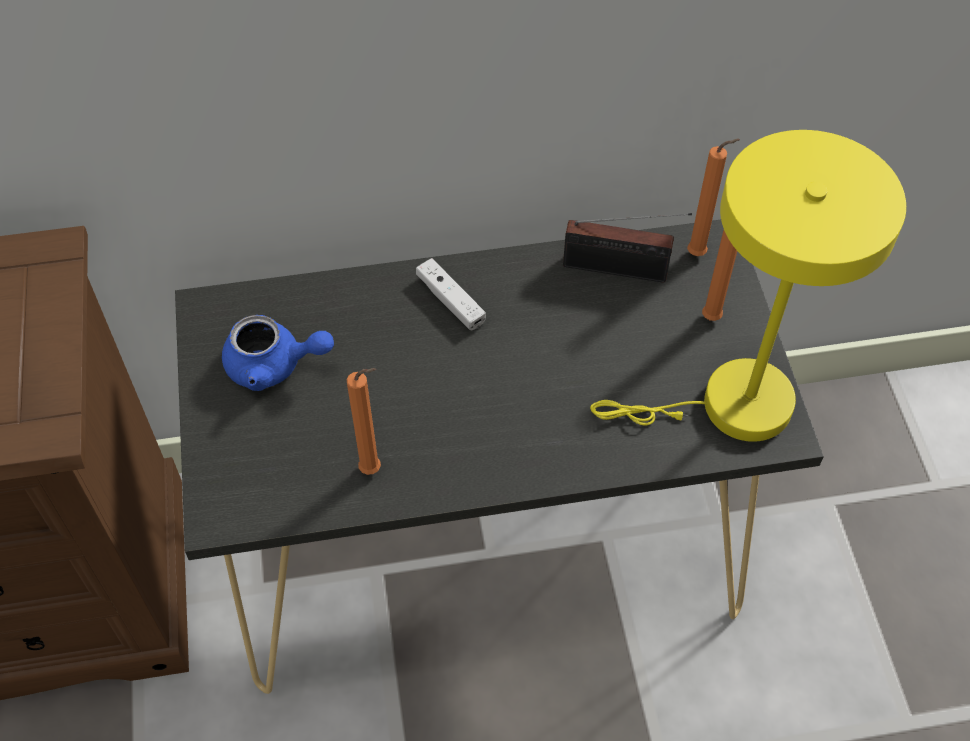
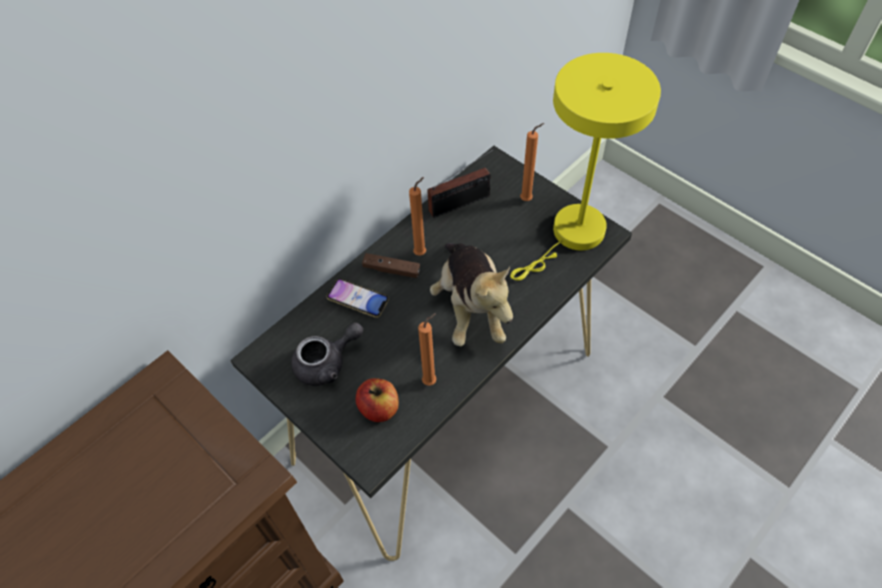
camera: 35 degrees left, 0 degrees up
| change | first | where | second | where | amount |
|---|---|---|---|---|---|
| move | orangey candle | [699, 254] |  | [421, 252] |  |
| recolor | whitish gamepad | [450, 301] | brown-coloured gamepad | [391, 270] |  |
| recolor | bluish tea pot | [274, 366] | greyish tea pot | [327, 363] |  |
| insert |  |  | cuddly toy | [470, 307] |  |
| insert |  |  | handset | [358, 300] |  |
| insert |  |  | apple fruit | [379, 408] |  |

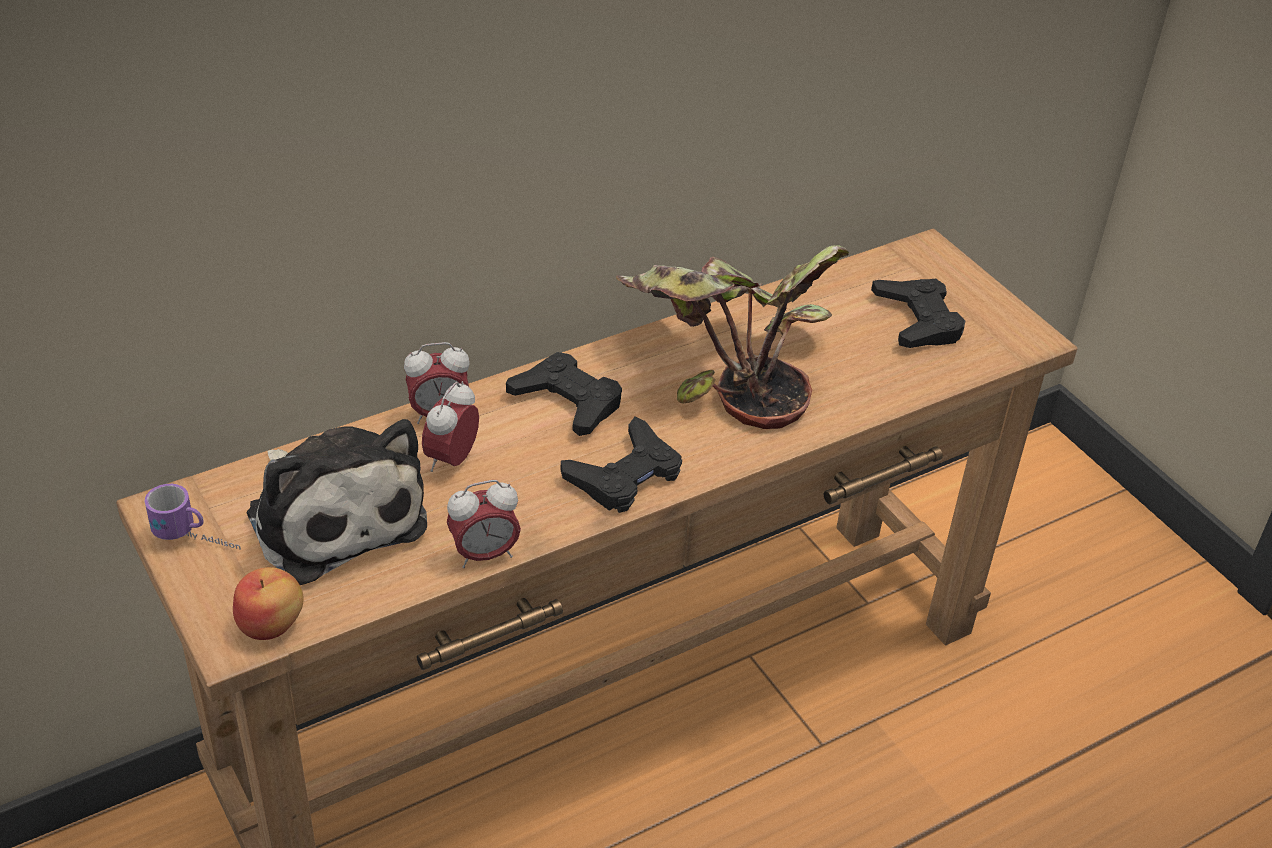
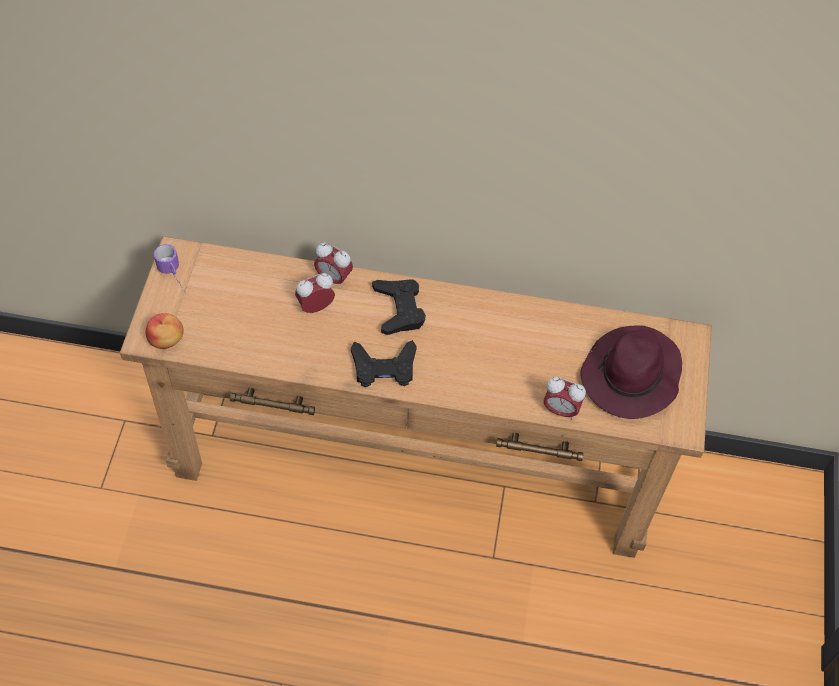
camera: 40 degrees right, 15 degrees up
| change | first | where | second | where | amount |
|---|---|---|---|---|---|
| delete | potted plant | [722, 367] |  |  |  |
| replace | black gamepad | [918, 320] | purple hat | [630, 377] |  |
| delete | cuddly toy | [333, 515] |  |  |  |
| move | bedside clock | [484, 554] |  | [560, 410] |  |

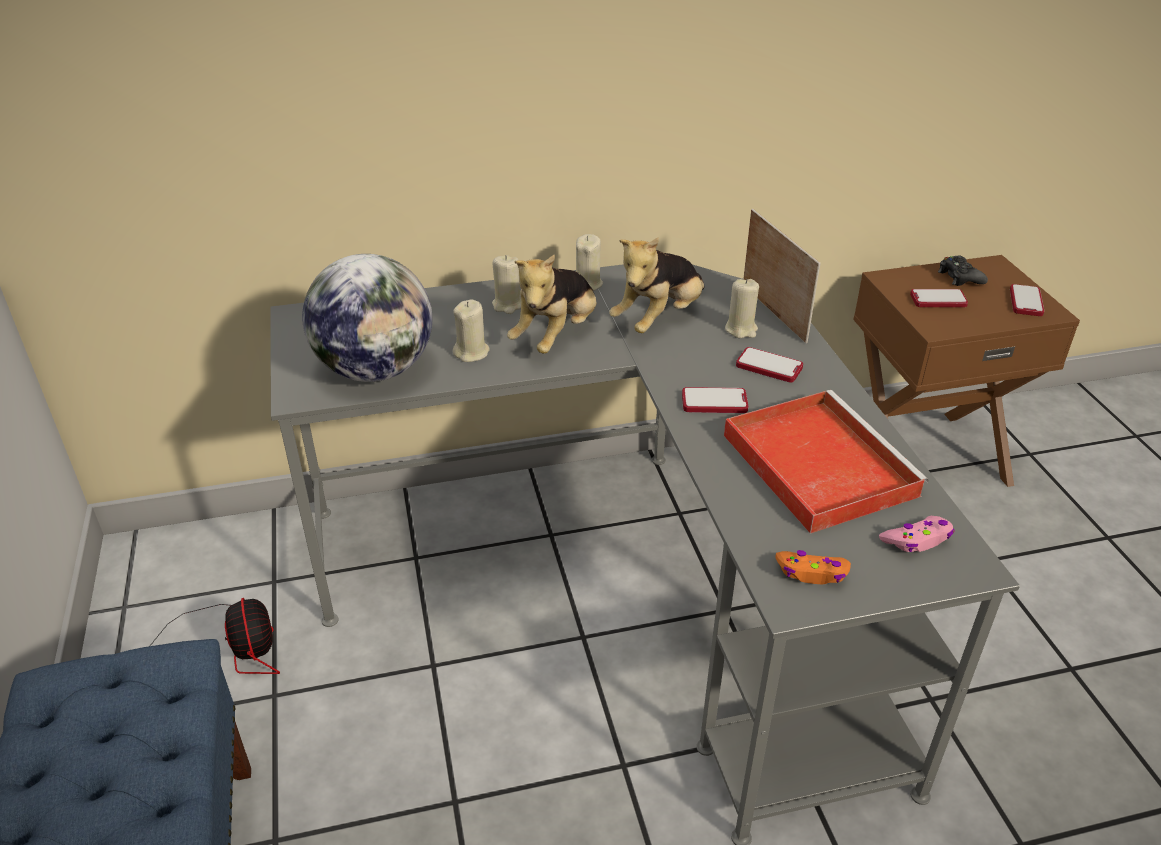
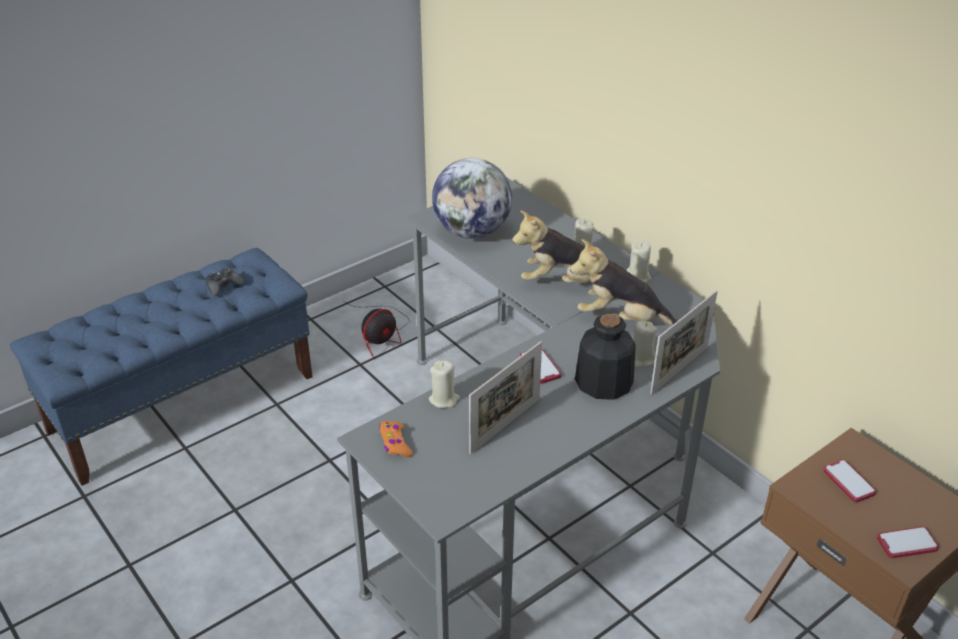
camera: 65 degrees right, 0 degrees up
| change | first | where | second | where | amount |
|---|---|---|---|---|---|
| move | black gamepad | [959, 277] |  | [223, 286] |  |
| move | sand-coloured candle | [472, 353] |  | [444, 399] |  |
| replace | handset | [769, 366] | bottle | [603, 382] |  |
| replace | red carrying tray | [815, 463] | photo frame | [505, 425] |  |
| delete | pink gamepad | [917, 540] |  |  |  |

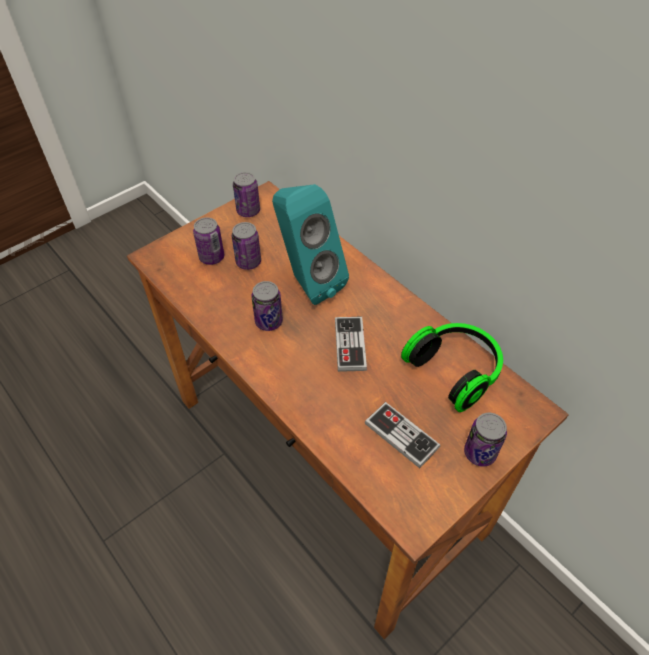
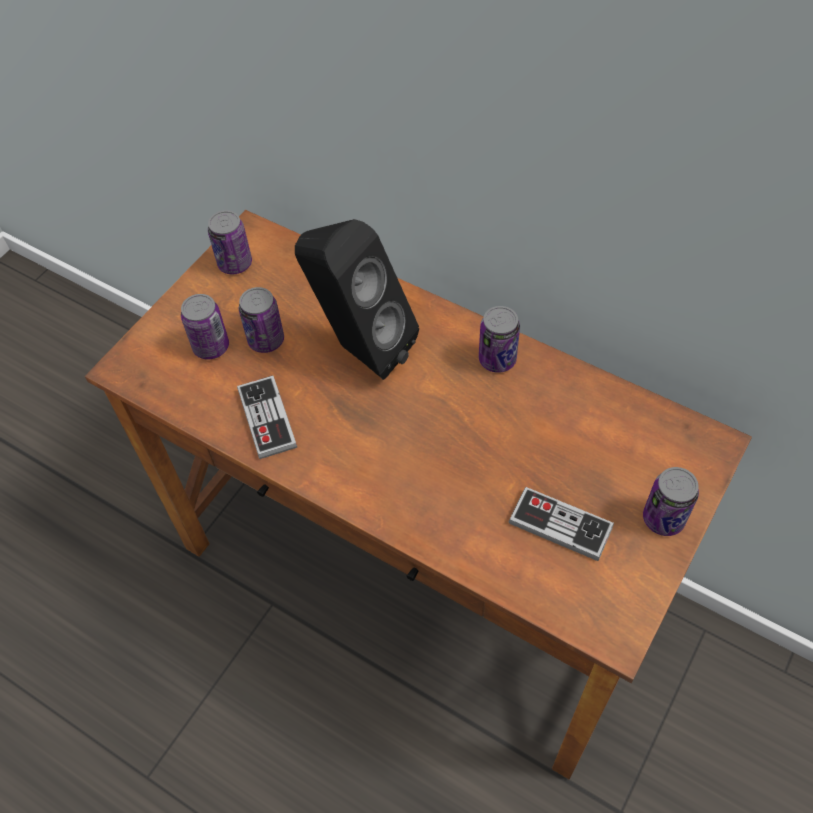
camera: 15 degrees left, 5 degrees up
| change | first | where | second | where | amount |
|---|---|---|---|---|---|
| recolor | blue-green speaker | [307, 282] | black speaker | [359, 348] |  |
| move | can | [269, 321] |  | [497, 359] |  |
| move | gamepad | [350, 345] |  | [267, 418] |  |
| delete | headphones | [456, 370] |  |  |  |

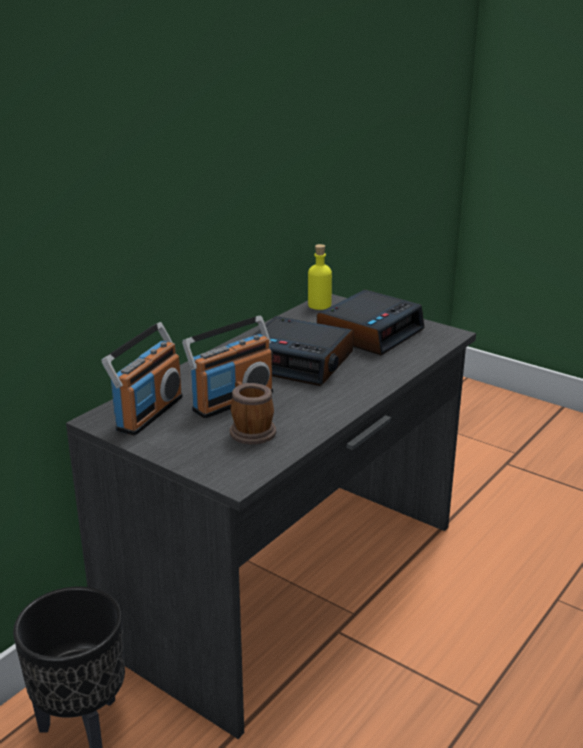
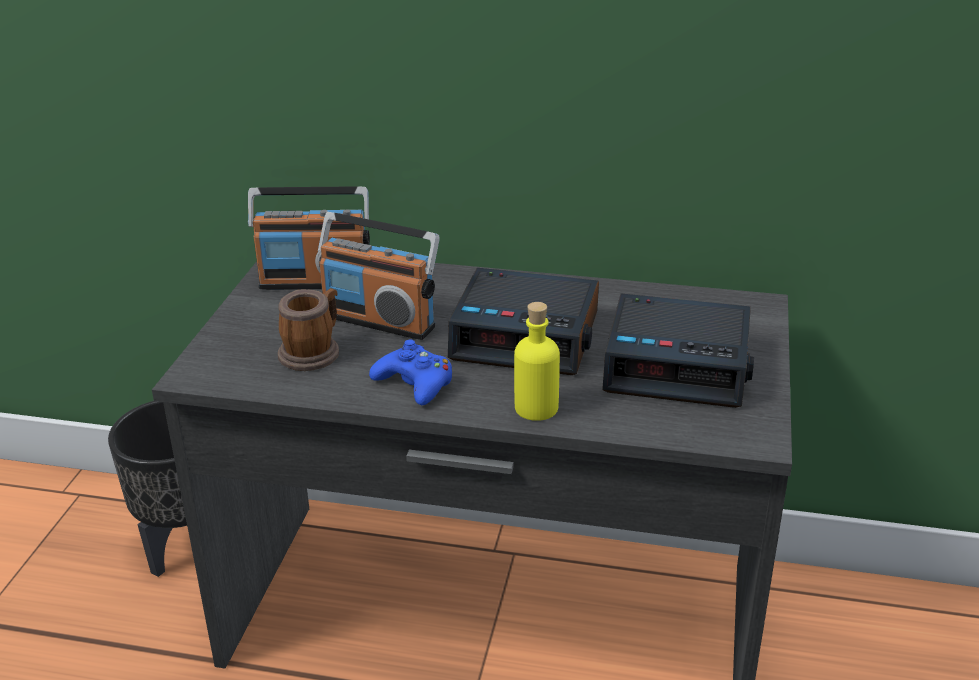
camera: 65 degrees right, 5 degrees up
| change | first | where | second | where | amount |
|---|---|---|---|---|---|
| move | yellow bottle | [319, 305] |  | [536, 408] |  |
| rotate | bedside clock | [300, 361] |  | [527, 336] | 75 degrees counterclockwise |
| insert |  |  | bluish gamepad | [415, 383] |  |

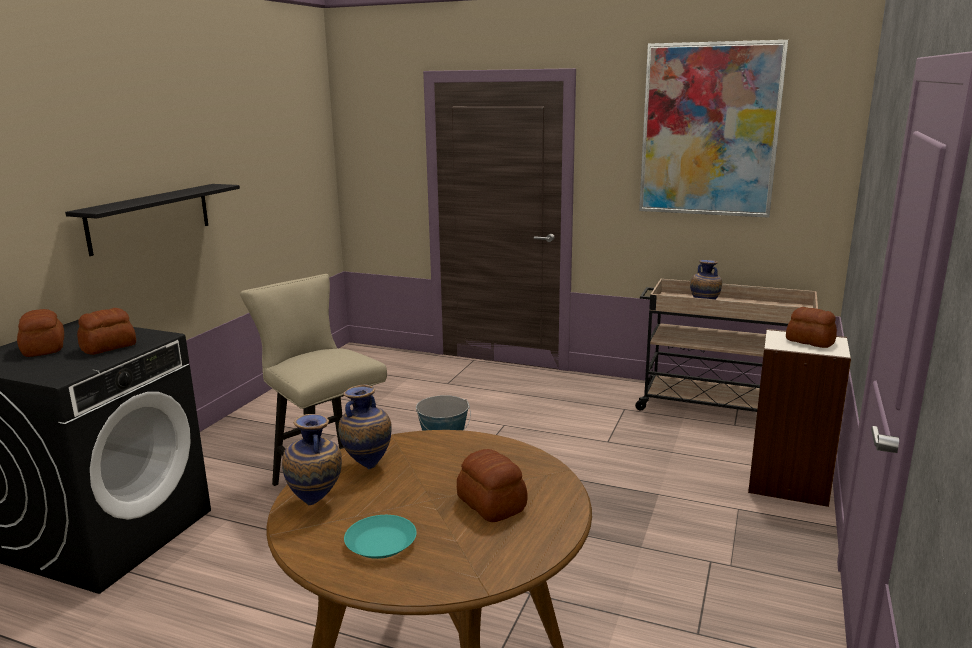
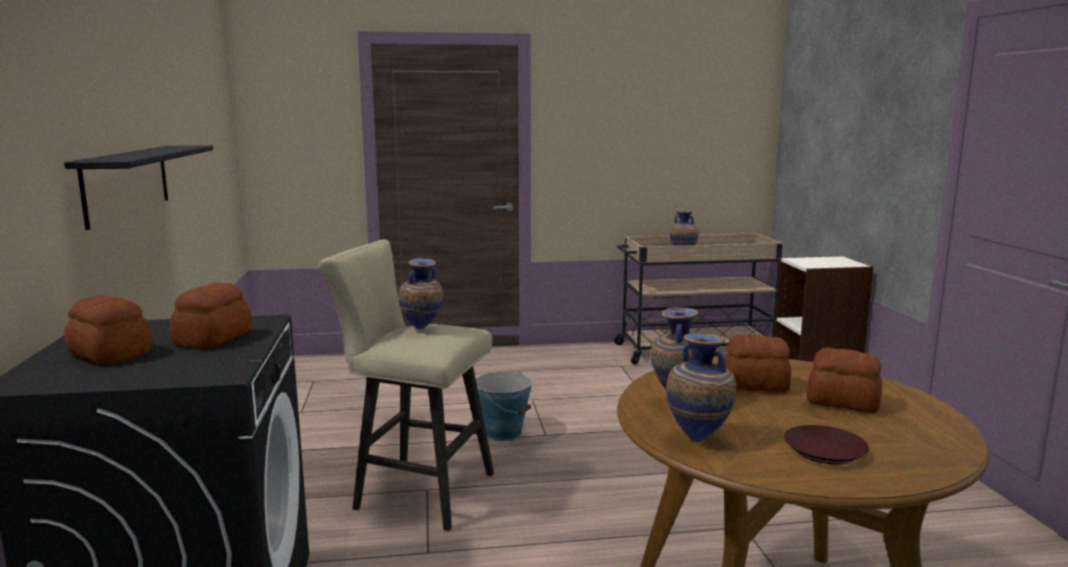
camera: 30 degrees left, 5 degrees down
| change | first | where | second | where | amount |
|---|---|---|---|---|---|
| delete | wall art | [709, 130] |  |  |  |
| move | baked bread | [809, 341] |  | [754, 385] |  |
| recolor | blue-green plate | [381, 543] | brown-coloured plate | [825, 451] |  |
| insert |  |  | vase | [422, 330] |  |

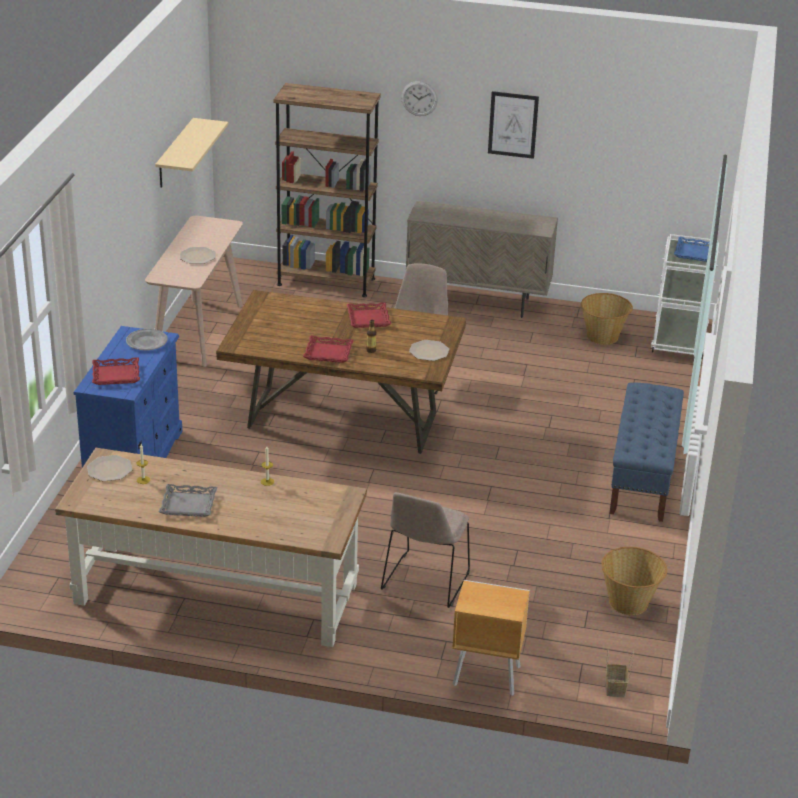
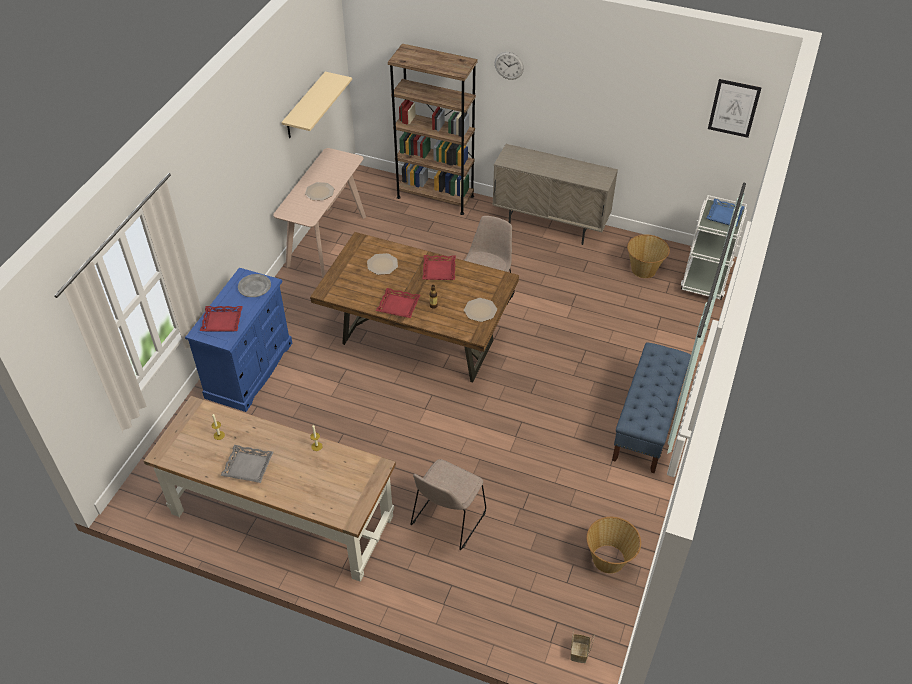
camera: 10 degrees right, 15 degrees up
| change | first | where | second | where | amount |
|---|---|---|---|---|---|
| move | wall art | [513, 124] |  | [734, 108] |  |
| move | plate | [109, 469] |  | [382, 265] |  |
| delete | brown-coloured nightstand | [485, 675] |  |  |  |

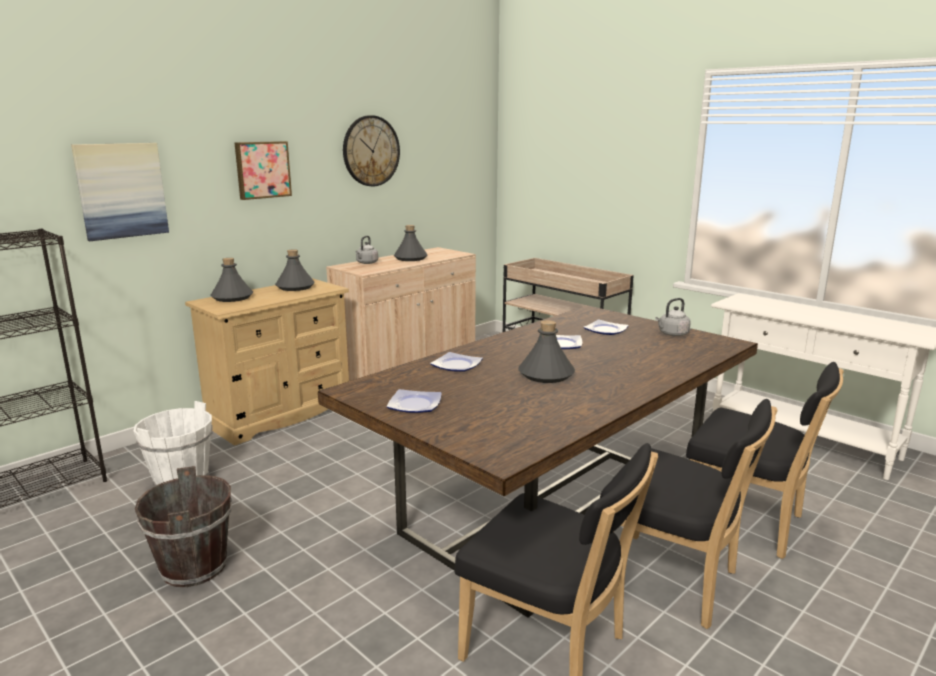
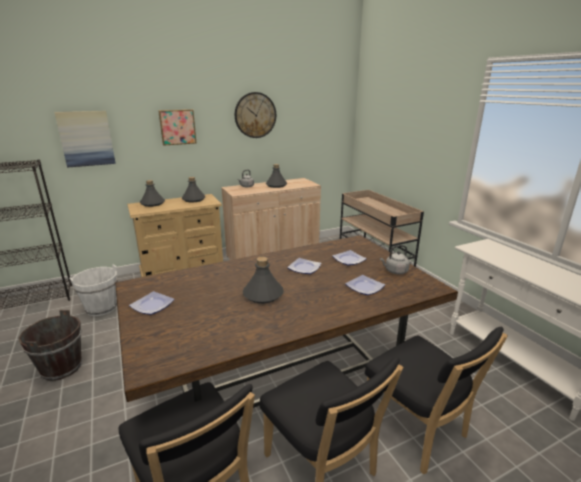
camera: 20 degrees right, 5 degrees up
| change | first | where | second | where | amount |
|---|---|---|---|---|---|
| move | plate | [455, 365] |  | [364, 287] |  |

